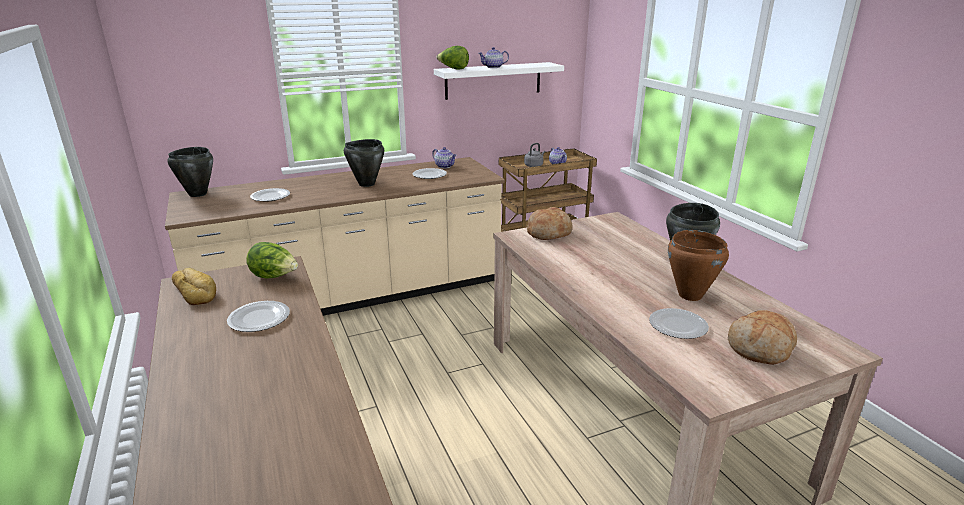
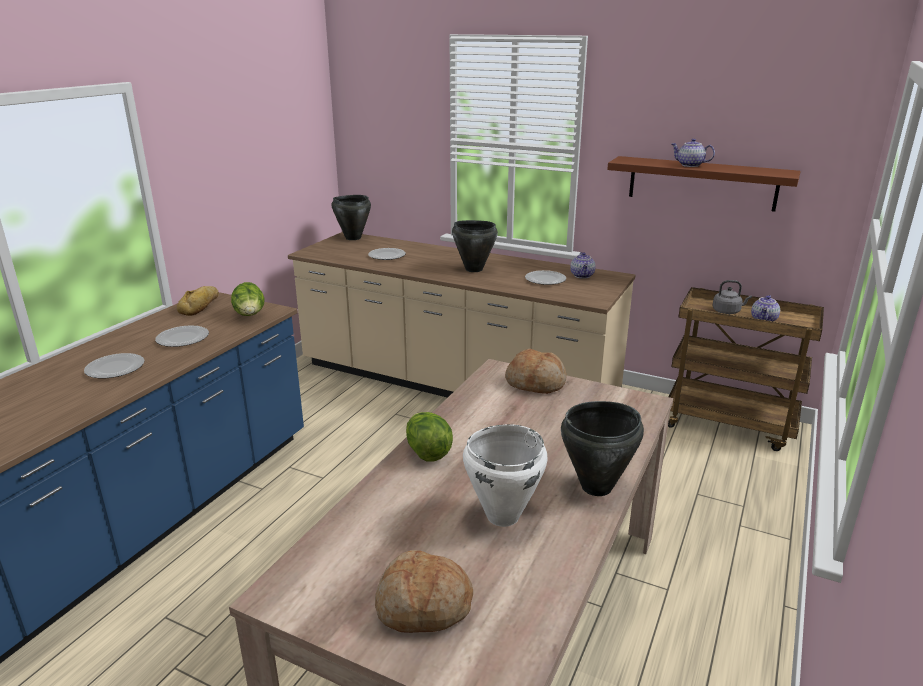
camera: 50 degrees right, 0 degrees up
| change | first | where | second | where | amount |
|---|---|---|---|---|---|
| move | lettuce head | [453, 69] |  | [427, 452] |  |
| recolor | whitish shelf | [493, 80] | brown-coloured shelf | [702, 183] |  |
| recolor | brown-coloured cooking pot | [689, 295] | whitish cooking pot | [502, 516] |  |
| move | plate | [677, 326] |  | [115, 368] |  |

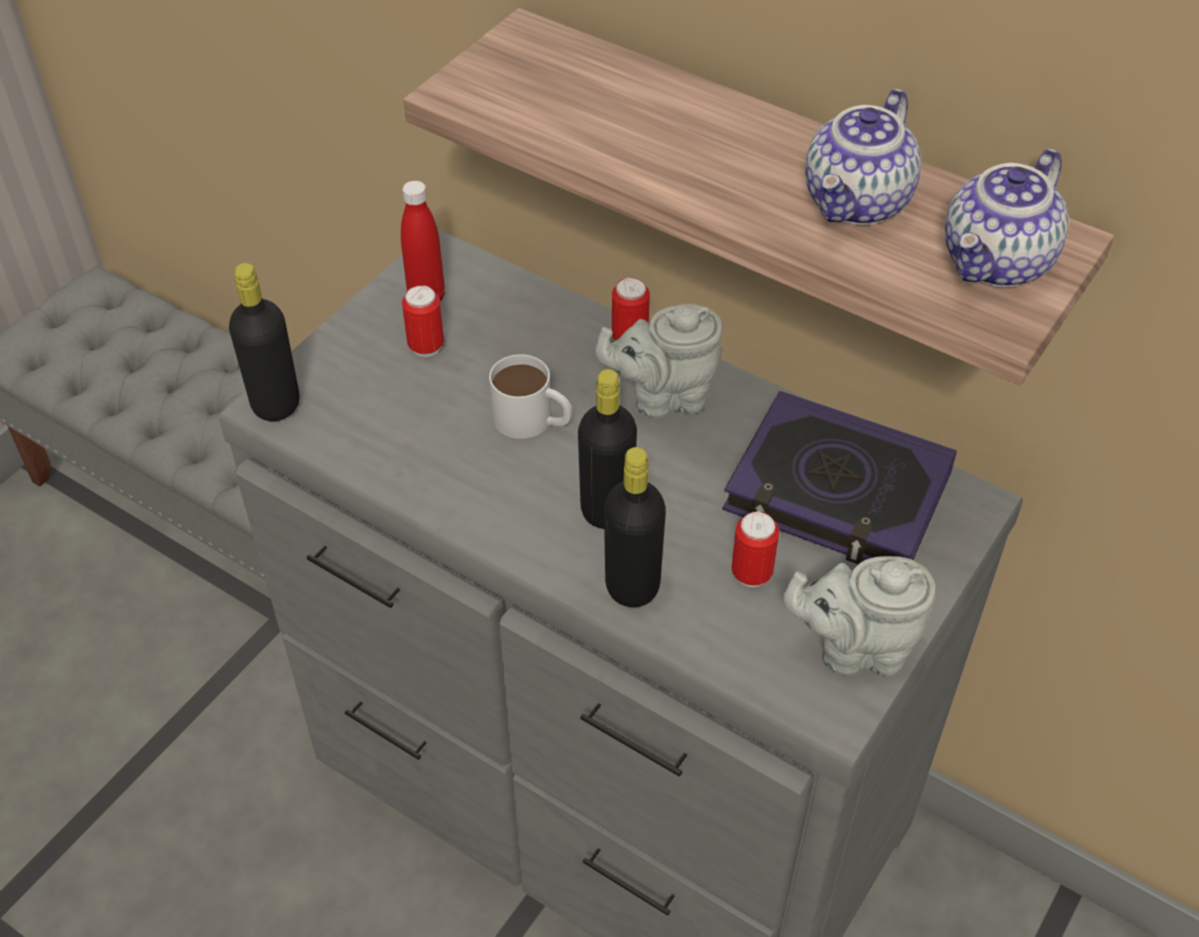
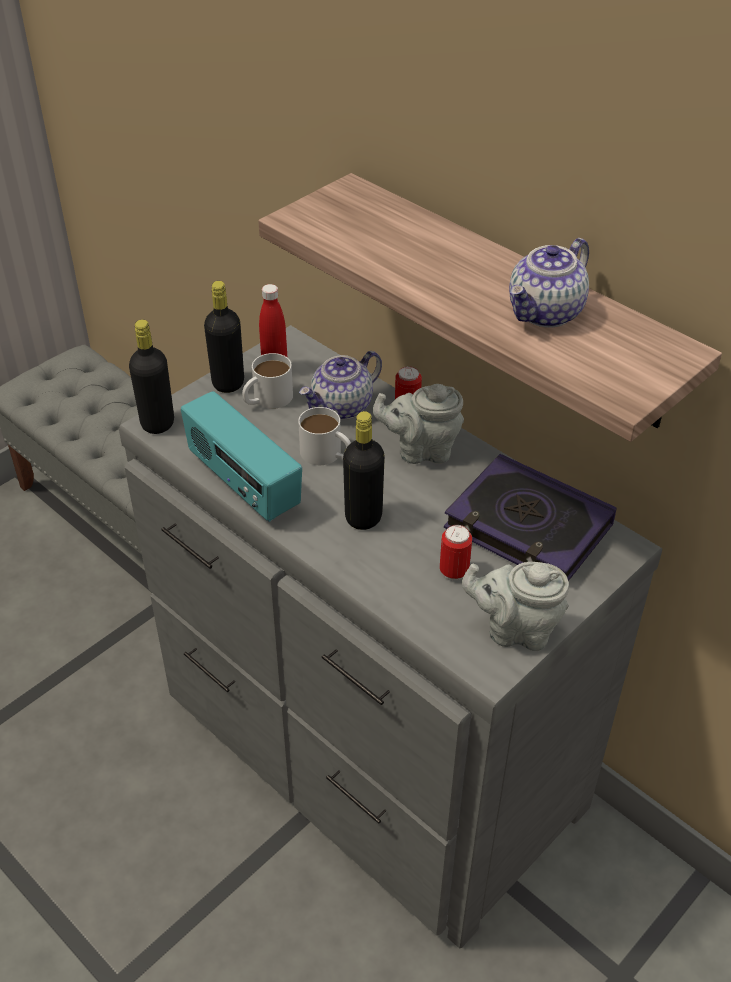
camera: 10 degrees right, 5 degrees down
| change | first | where | second | where | amount |
|---|---|---|---|---|---|
| move | tea pot | [997, 263] |  | [342, 407] |  |
| replace | can | [426, 346] | whitish tea mug | [266, 399] |  |
| move | black bottle | [632, 586] |  | [228, 383] |  |
| insert |  |  | radio receiver | [242, 484] |  |

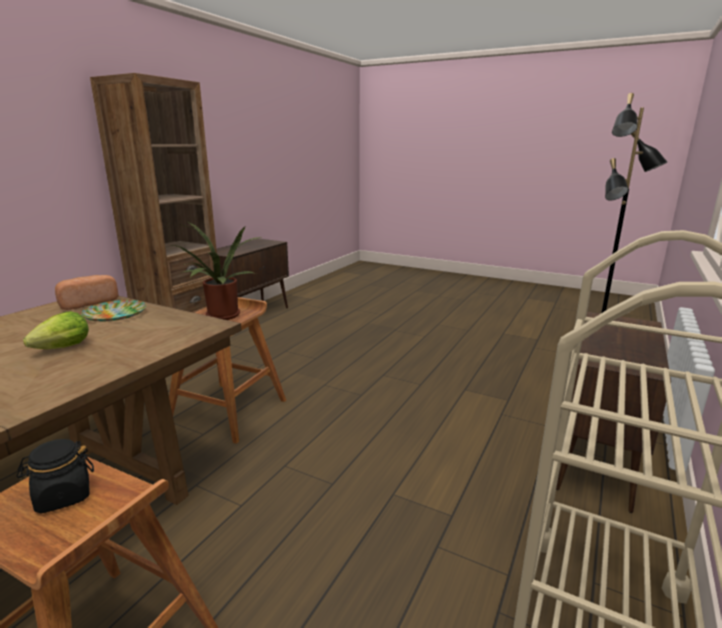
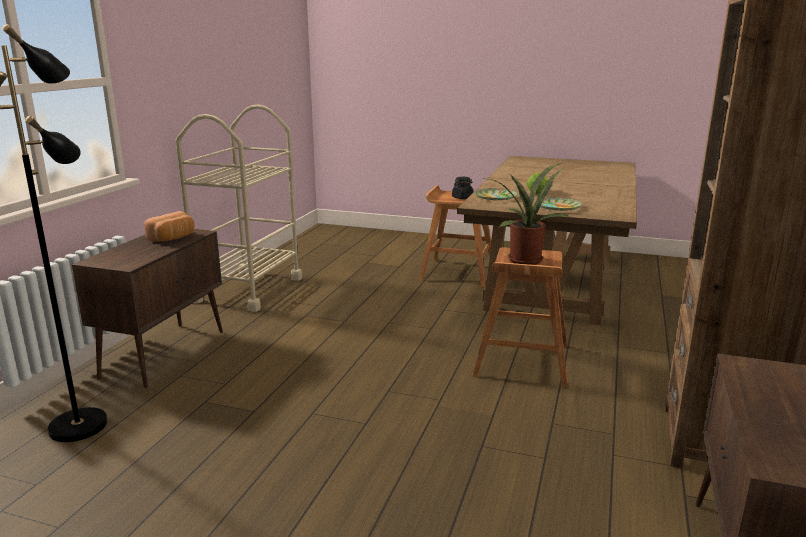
camera: 170 degrees right, 0 degrees up
| change | first | where | second | where | amount |
|---|---|---|---|---|---|
| move | baked bread | [87, 303] |  | [173, 238] |  |
| insert |  |  | plate | [495, 197] |  |

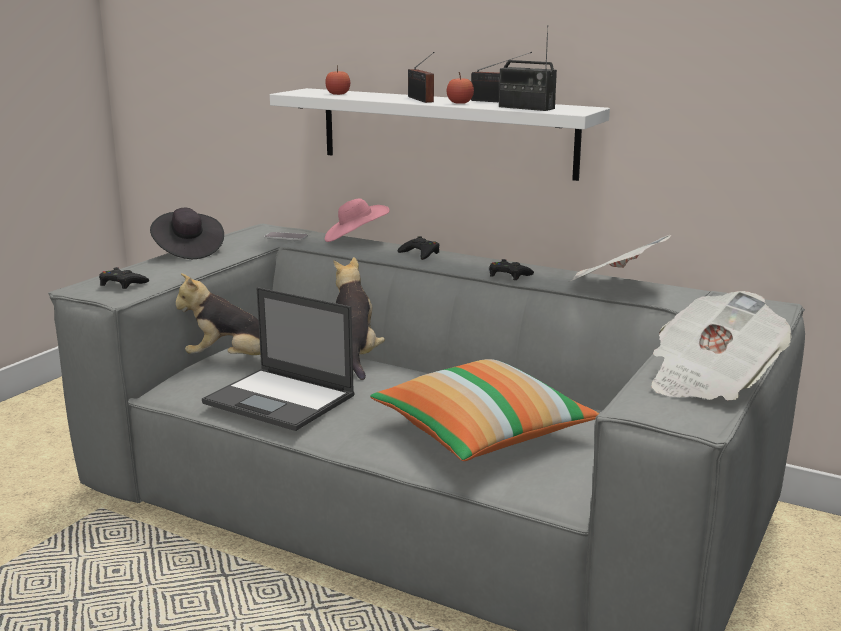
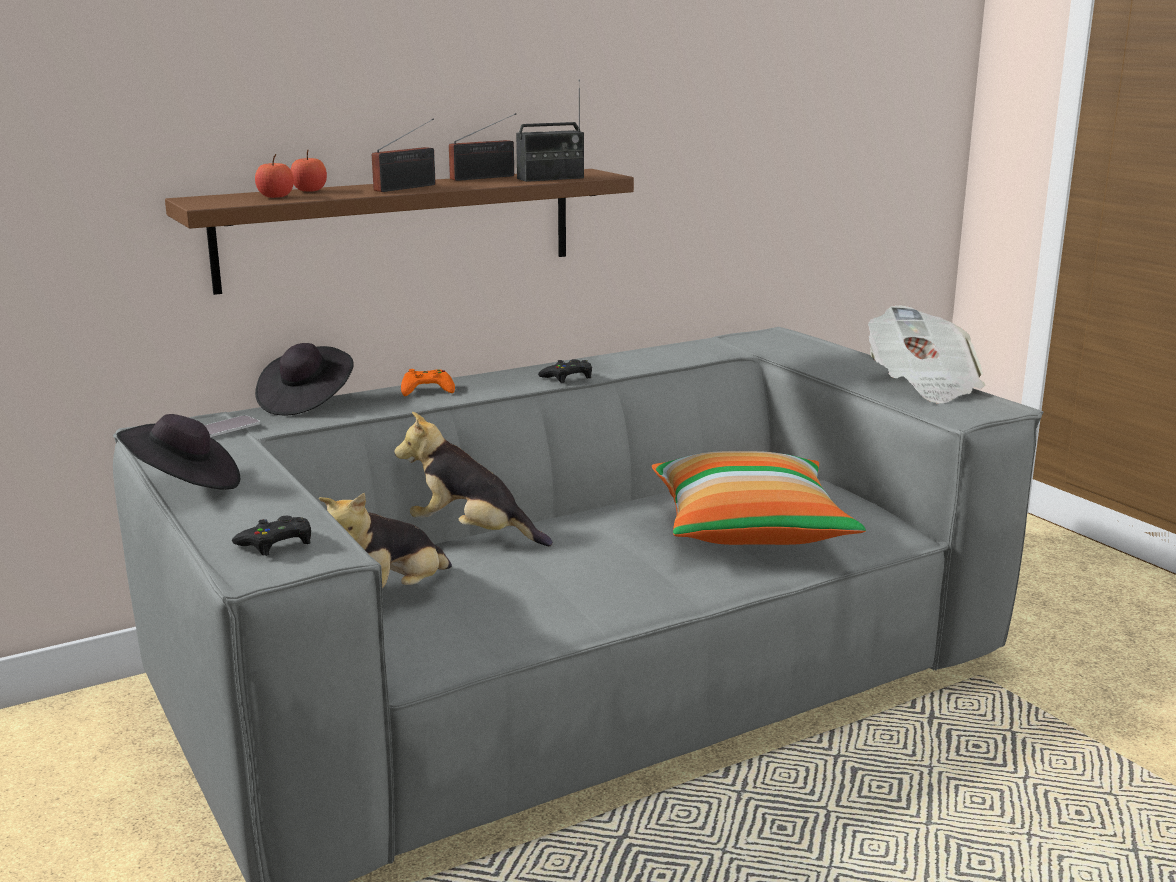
camera: 60 degrees left, 0 degrees up
| change | first | where | second | where | amount |
|---|---|---|---|---|---|
| rotate | radio receiver | [421, 100] |  | [409, 187] | 60 degrees counterclockwise |
| move | apple fruit | [460, 103] |  | [309, 190] |  |
| recolor | whitish shelf | [445, 132] | brown-coloured shelf | [399, 228] |  |
| recolor | pink hat | [355, 239] | black hat | [306, 402] |  |
| delete | printed paper | [614, 285] |  |  |  |
| recolor | black gamepad | [420, 253] | orangey gamepad | [427, 389] |  |
| delete | portable computer | [281, 400] |  |  |  |

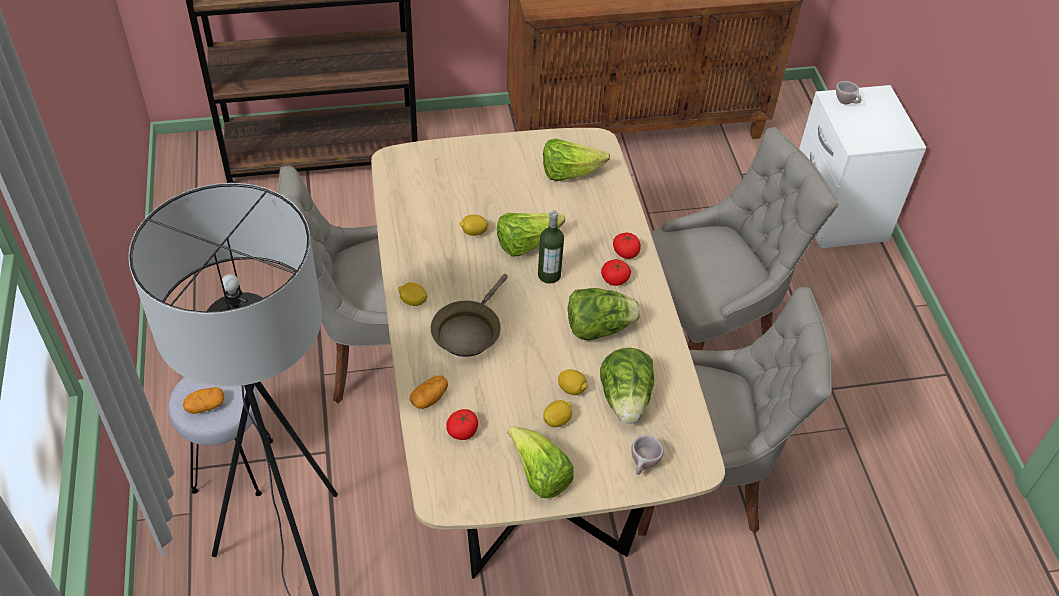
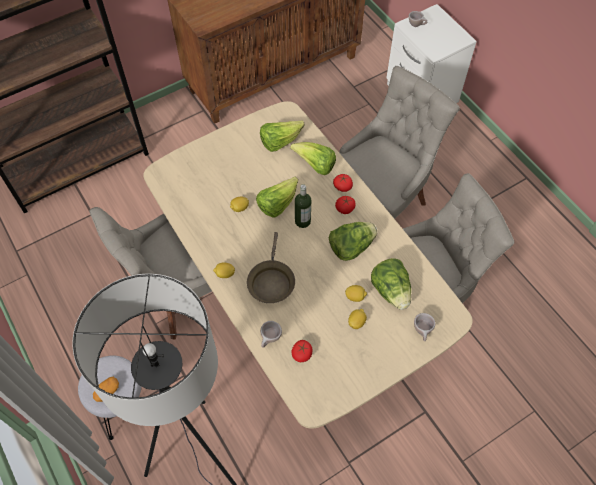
camera: 20 degrees left, 10 degrees up
| change | first | where | second | where | amount |
|---|---|---|---|---|---|
| replace | spud | [429, 398] | sand-coloured drinking cup | [270, 339] |  |
| move | lettuce head | [539, 475] |  | [315, 165] |  |

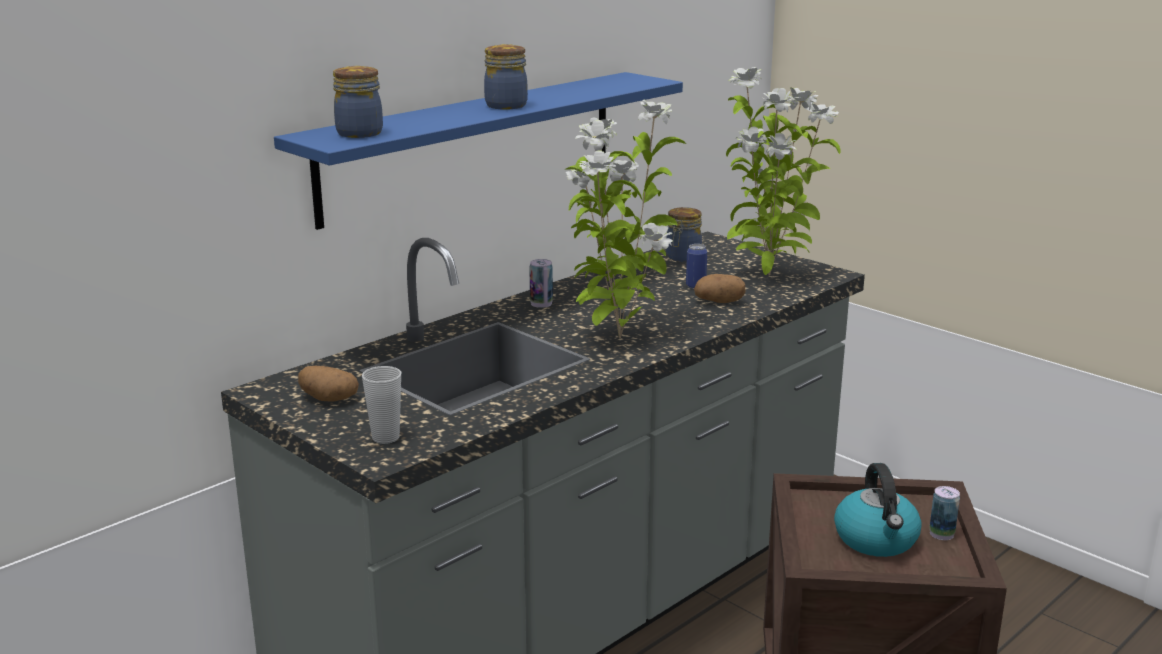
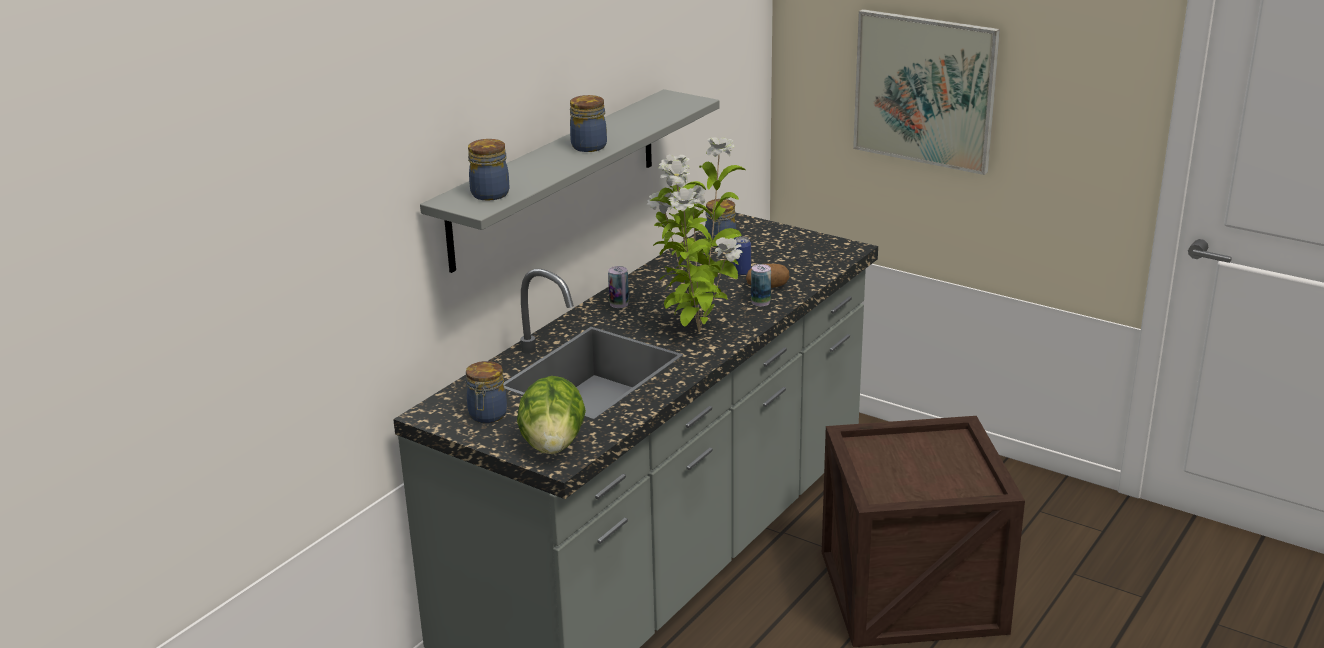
camera: 10 degrees left, 5 degrees up
| change | first | where | second | where | amount |
|---|---|---|---|---|---|
| delete | potted plant | [769, 276] |  |  |  |
| recolor | bluish shelf | [472, 145] | greyish shelf | [555, 178] |  |
| replace | spud | [328, 399] | jar | [487, 416] |  |
| replace | drinking cup | [385, 437] | lettuce head | [553, 445] |  |
| delete | tea kettle | [876, 540] |  |  |  |
| move | can | [941, 534] |  | [760, 302] |  |
| insert |  |  | wall art | [925, 90] |  |

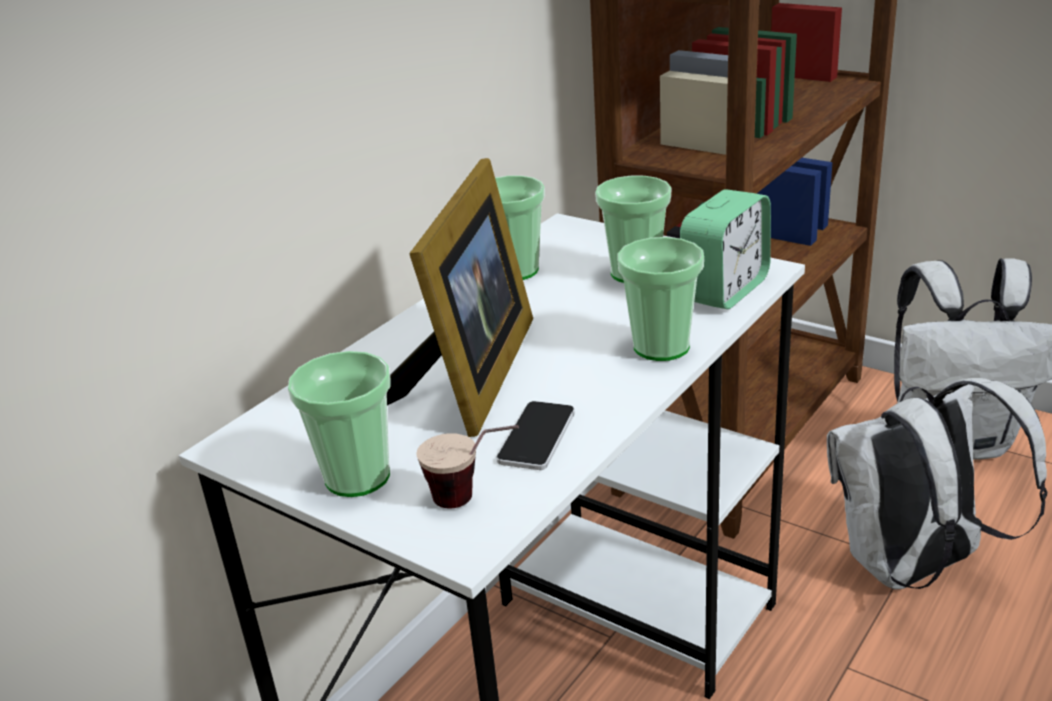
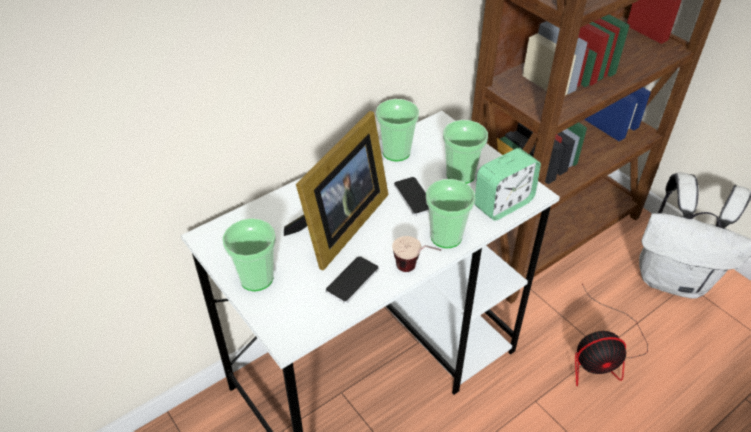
camera: 15 degrees right, 15 degrees up
| change | first | where | second | where | amount |
|---|---|---|---|---|---|
| replace | whitish rucksack | [912, 568] | fan | [603, 354] |  |
| move | drinking cup | [475, 501] |  | [415, 270] |  |
| insert |  |  | handset | [414, 197] |  |

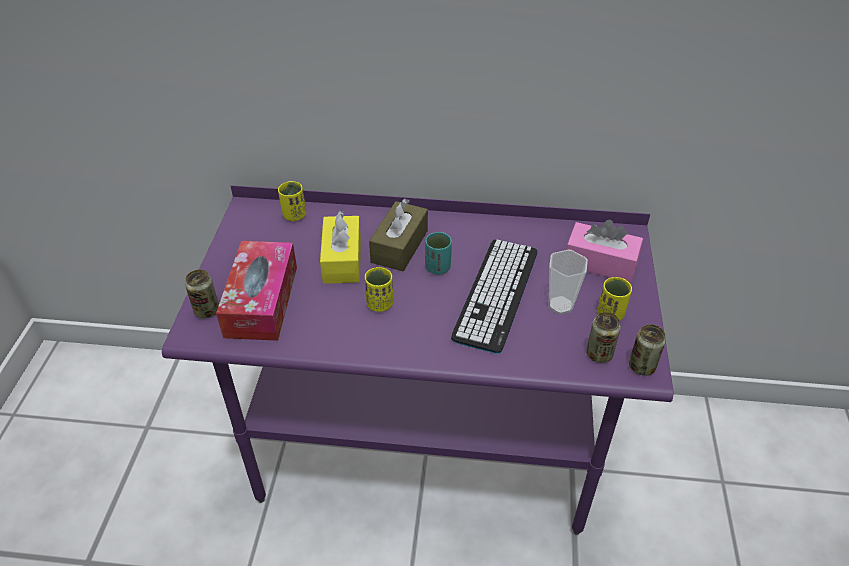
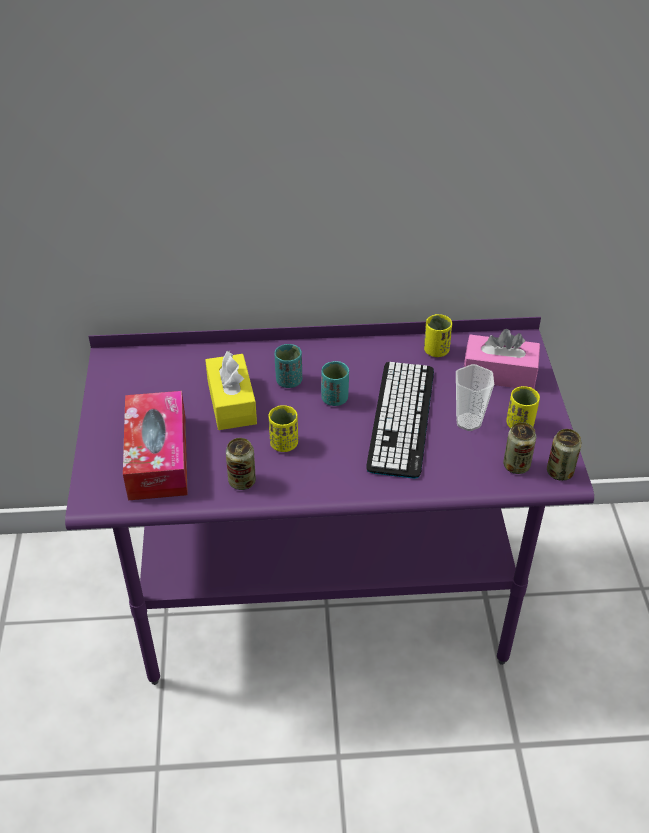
camera: 10 degrees left, 0 degrees up
| change | first | where | second | where | amount |
|---|---|---|---|---|---|
| move | yellow drinking cup | [294, 215] |  | [436, 351] |  |
| replace | brown-coloured tissue holder | [399, 246] | blue-green drinking cup | [289, 381] |  |
| move | can | [207, 310] |  | [242, 481] |  |

